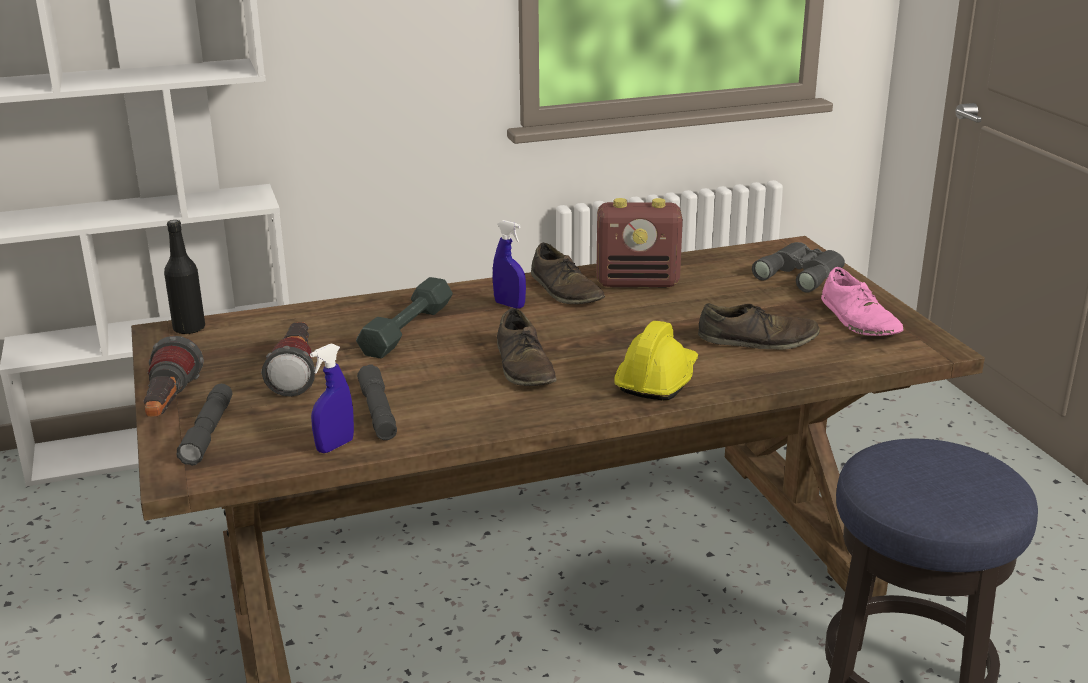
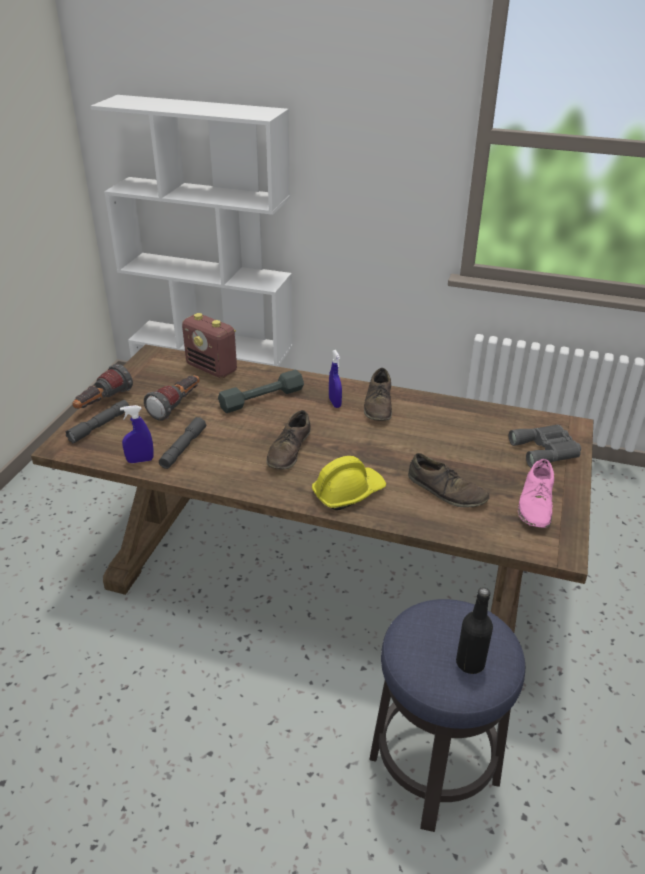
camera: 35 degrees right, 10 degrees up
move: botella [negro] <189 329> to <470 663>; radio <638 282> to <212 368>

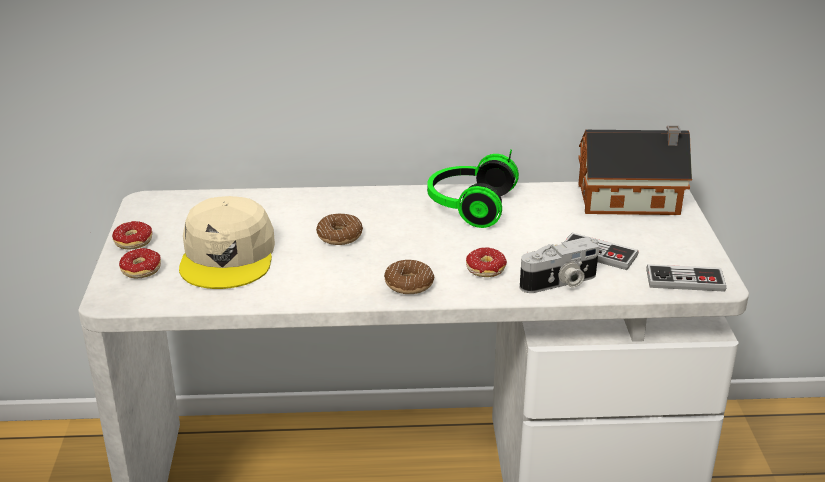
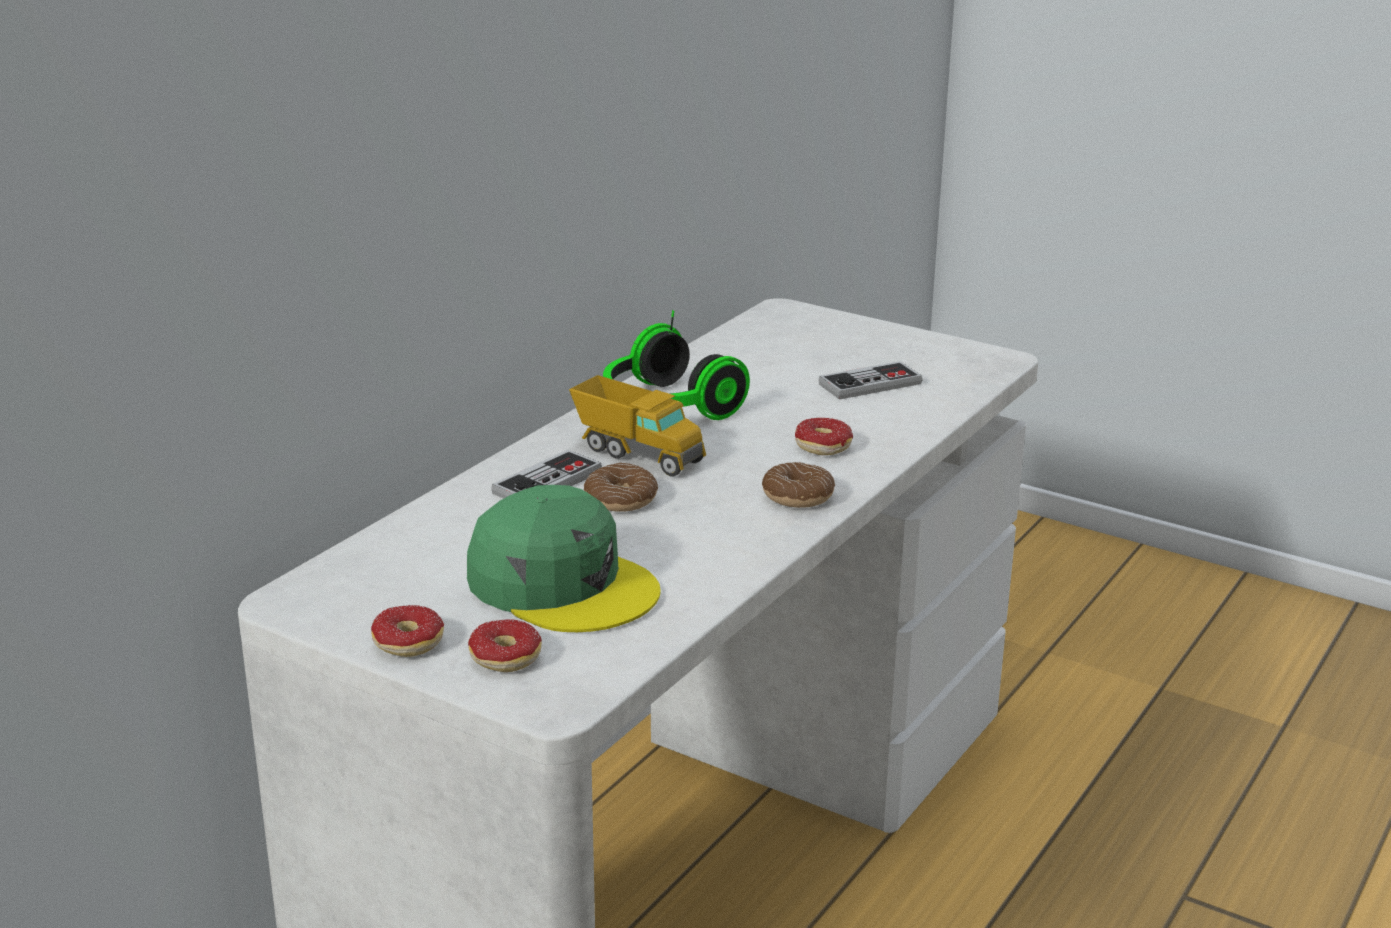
camera: 55 degrees left, 5 degrees down
delete: cámara <560 283>; casita <633 200>
insert: camión de juguete <637 454>
move: mando de consola <685 280> to <547 482>
recolor: gorra [beis] <228 256> to gorra [verde] <562 584>

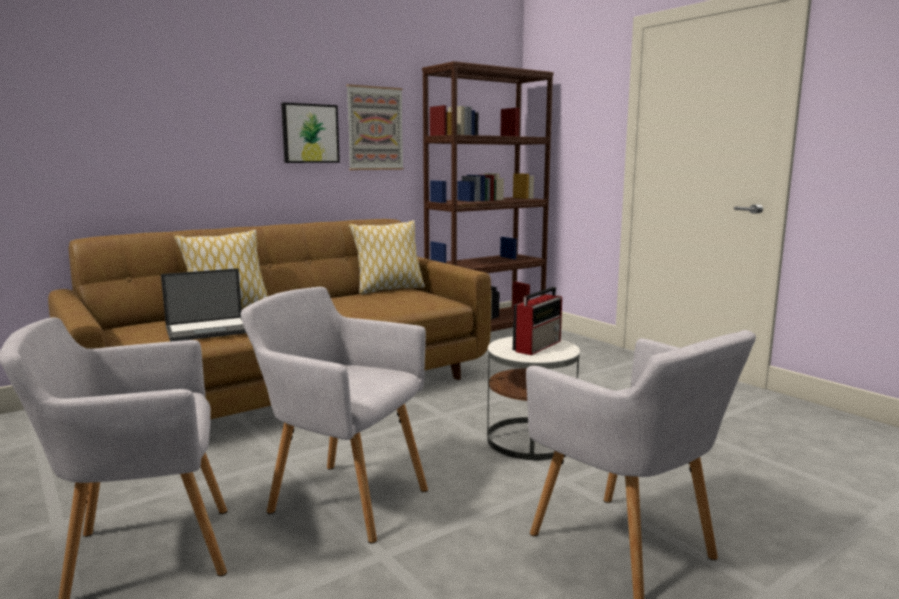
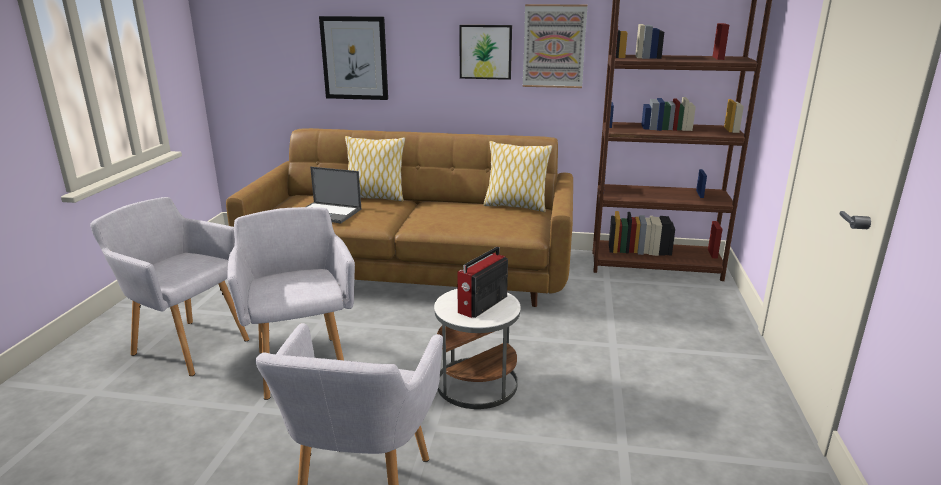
camera: 45 degrees right, 10 degrees up
insert: cuadro <354 58>
rotate: radio <538 345> = <481 305> 135 degrees clockwise

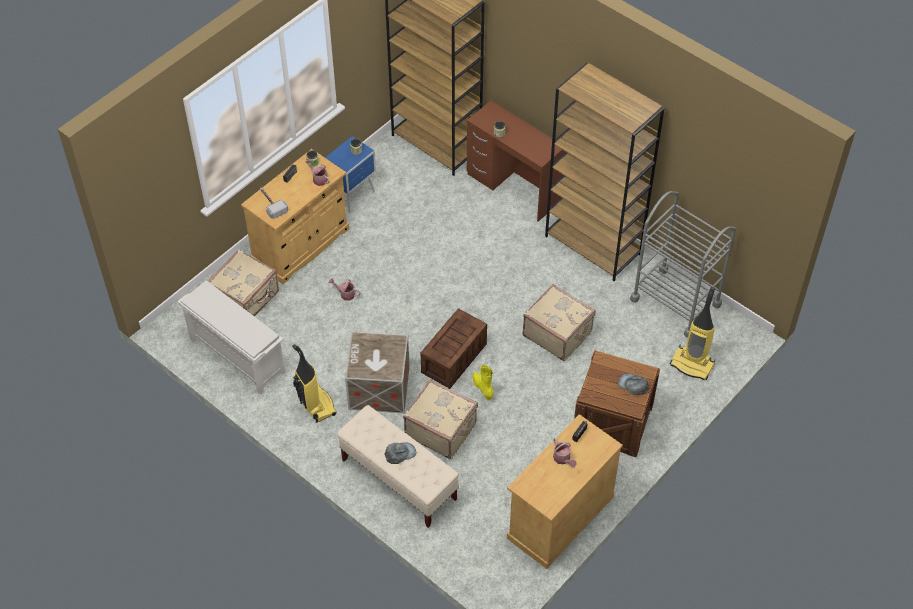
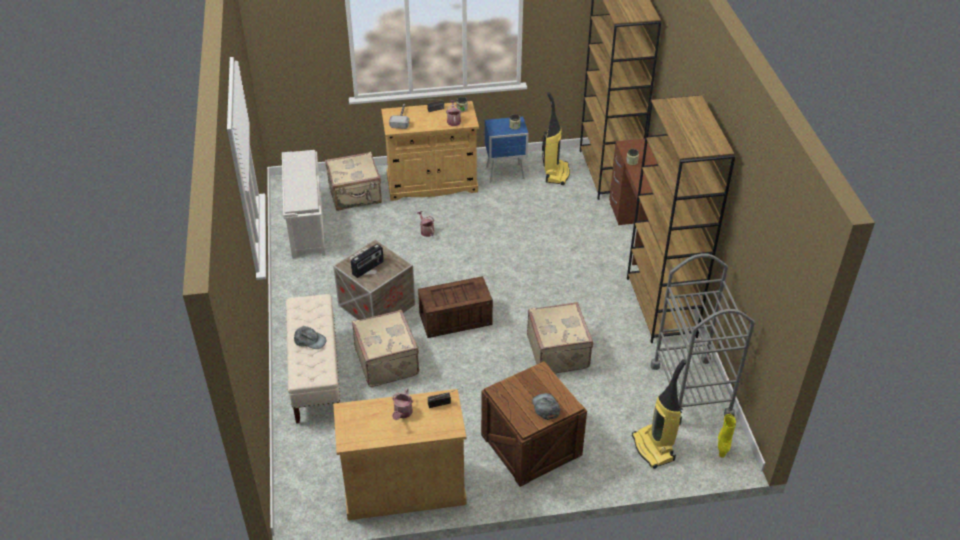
camera: 40 degrees right, 10 degrees down
insert: radio <368 268>
move: aspiradora <316 404> to <556 173>; bota [amarillo] <482 388> to <723 444>

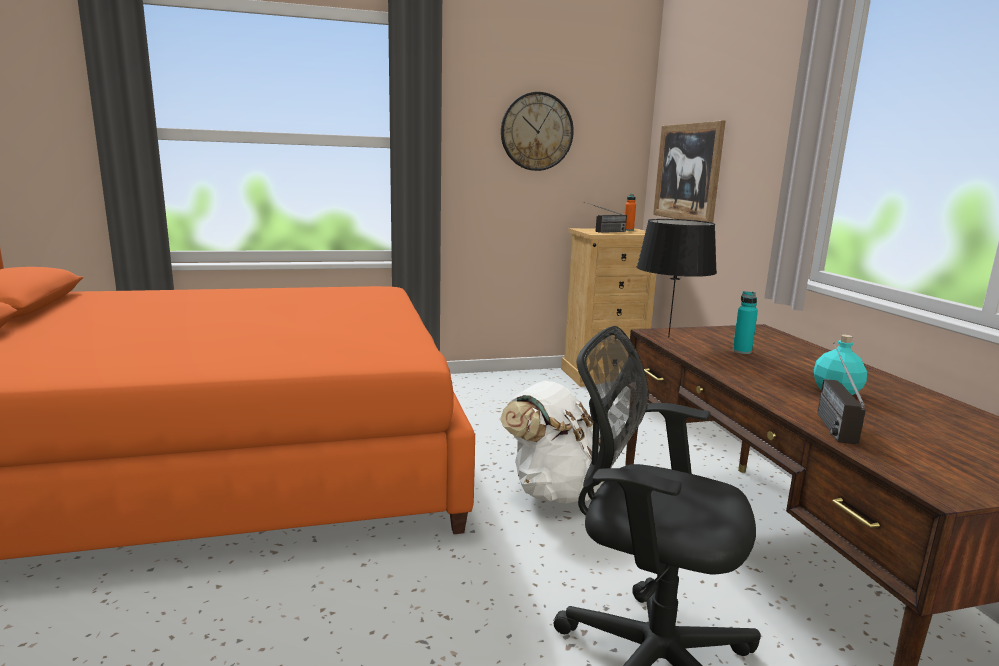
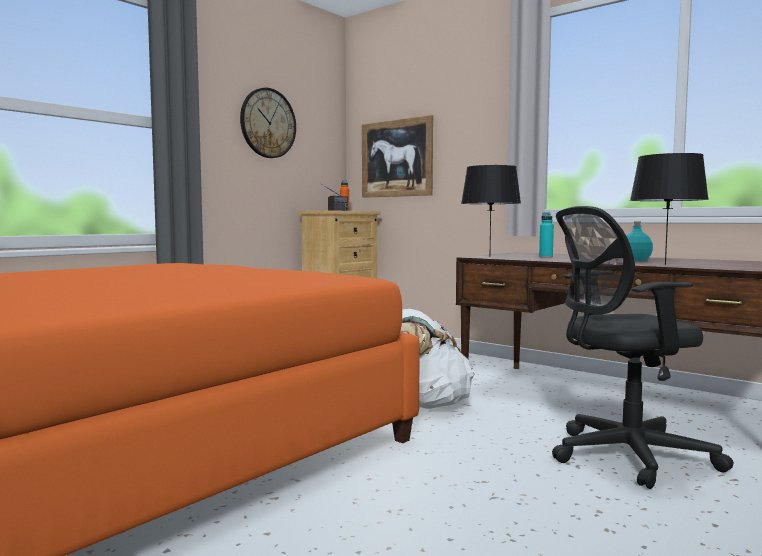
camera: 35 degrees left, 10 degrees down
replace: radio <828 419> to lámpara de mesa [negro] <665 264>

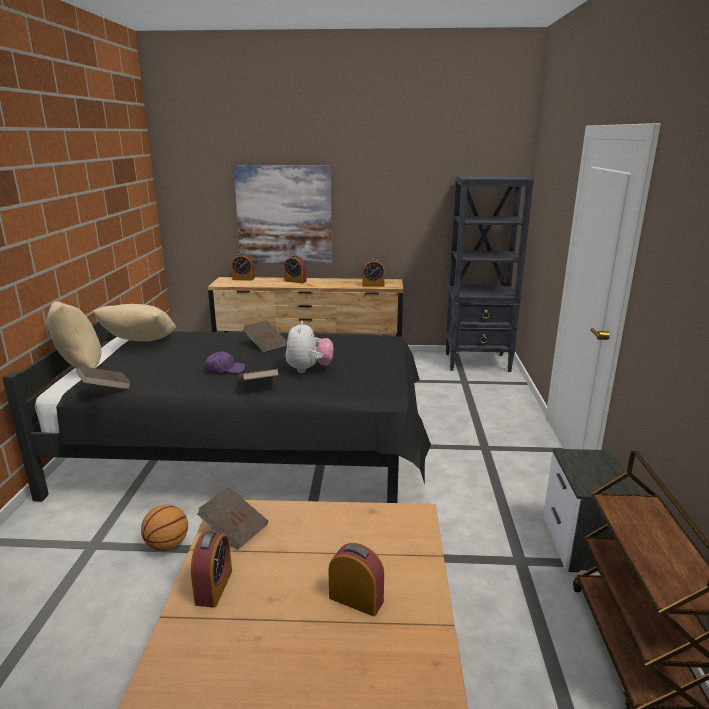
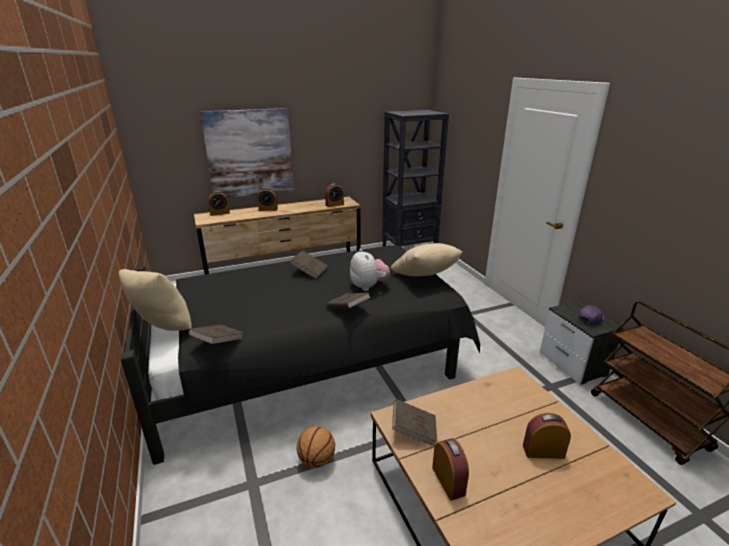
camera: 25 degrees left, 5 degrees up
move: cojín [beis] <140 344> to <425 278>; gorra [morado] <225 369> to <590 319>

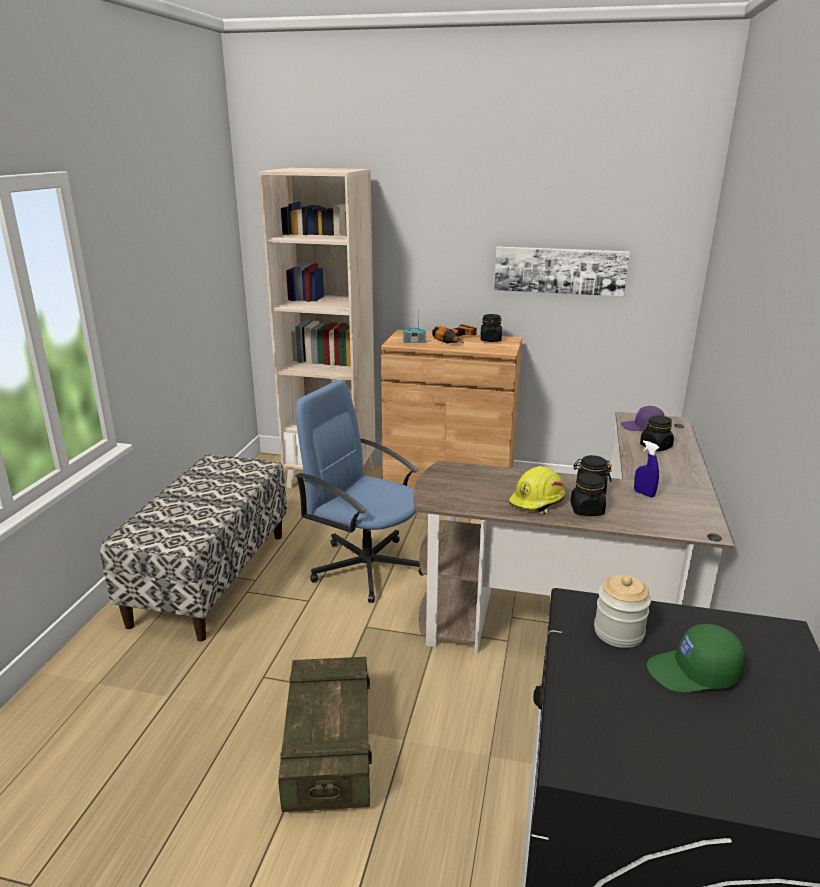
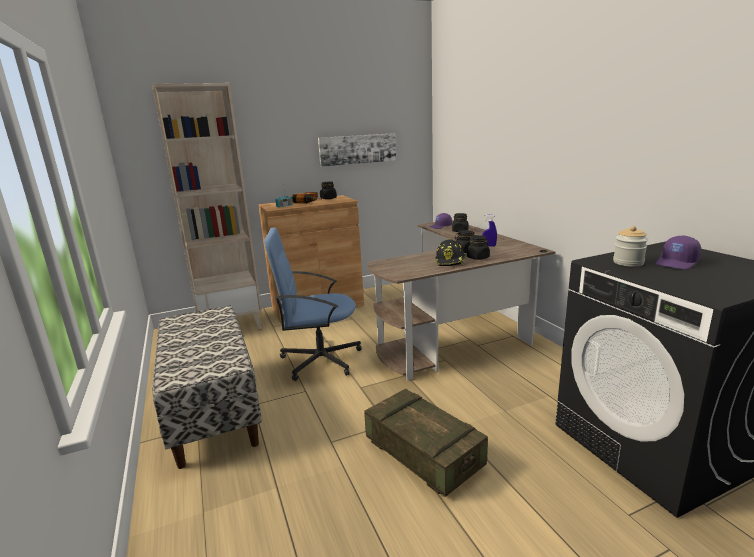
camera: 35 degrees left, 5 degrees down
recolor: casco [amarillo] <537 501> to casco [negro] <450 261>; gorra [verde] <693 673> to gorra [morado] <677 263>

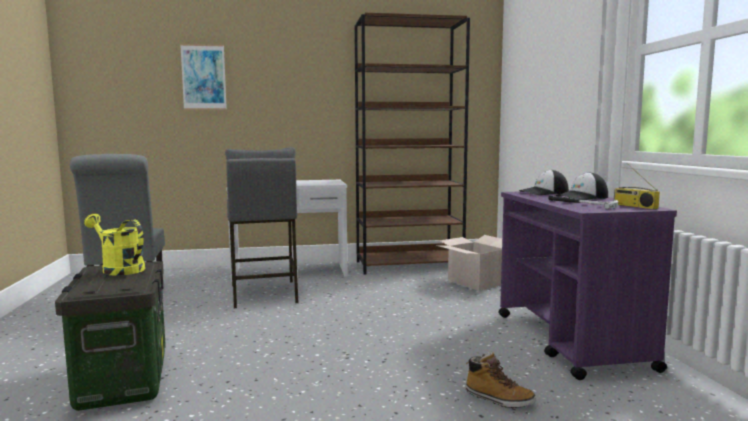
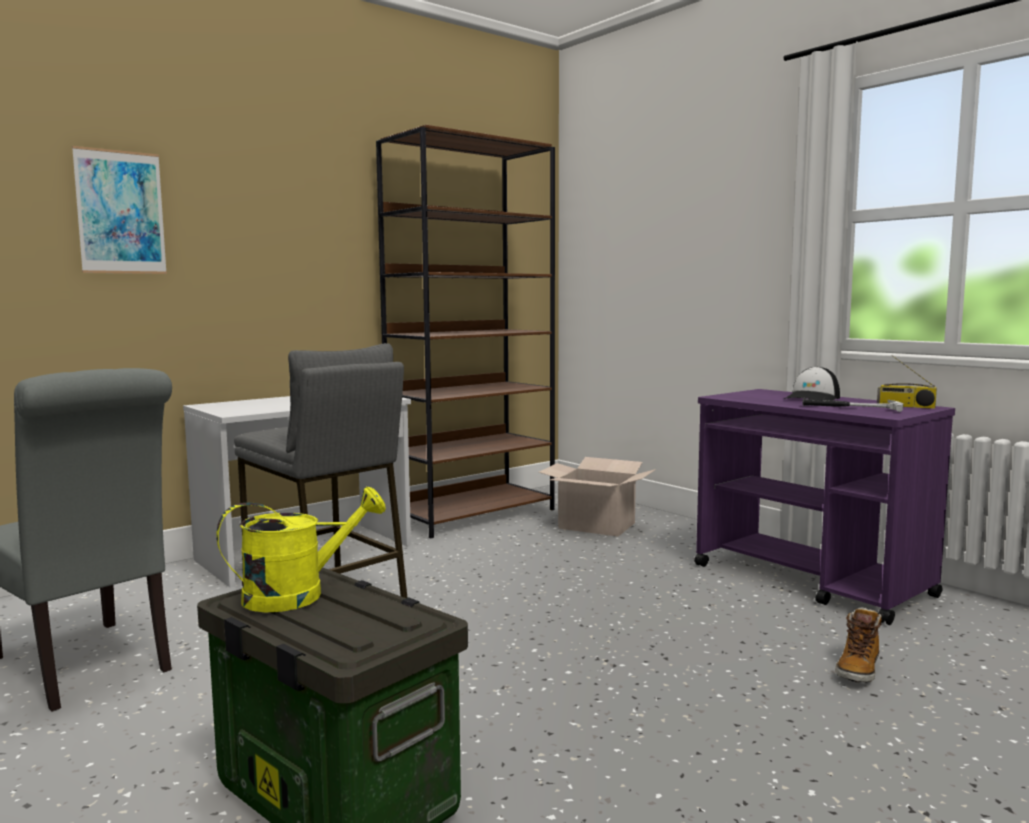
camera: 30 degrees left, 0 degrees up
delete: gorra <544 193>
rotate: regadera [amarillo] <118 269> = <298 595> 150 degrees clockwise; bota <498 399> = <858 669> 120 degrees clockwise

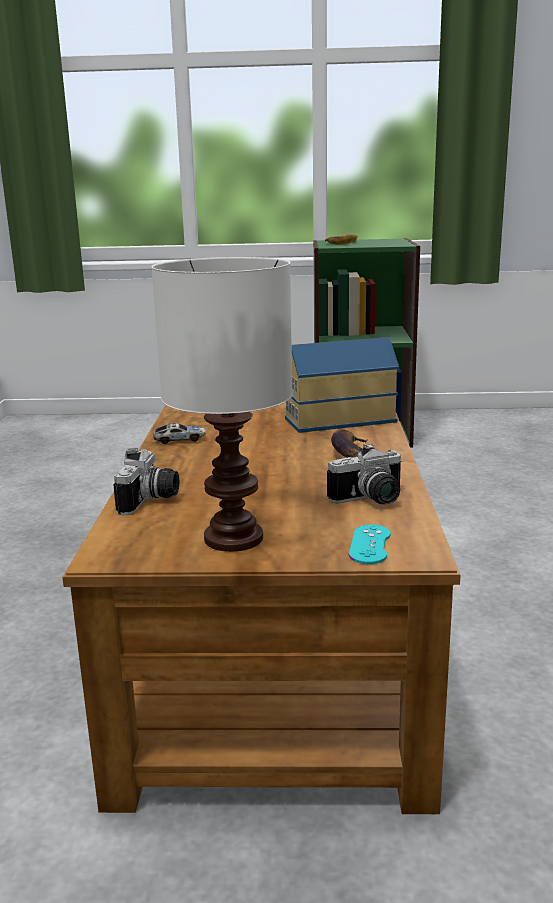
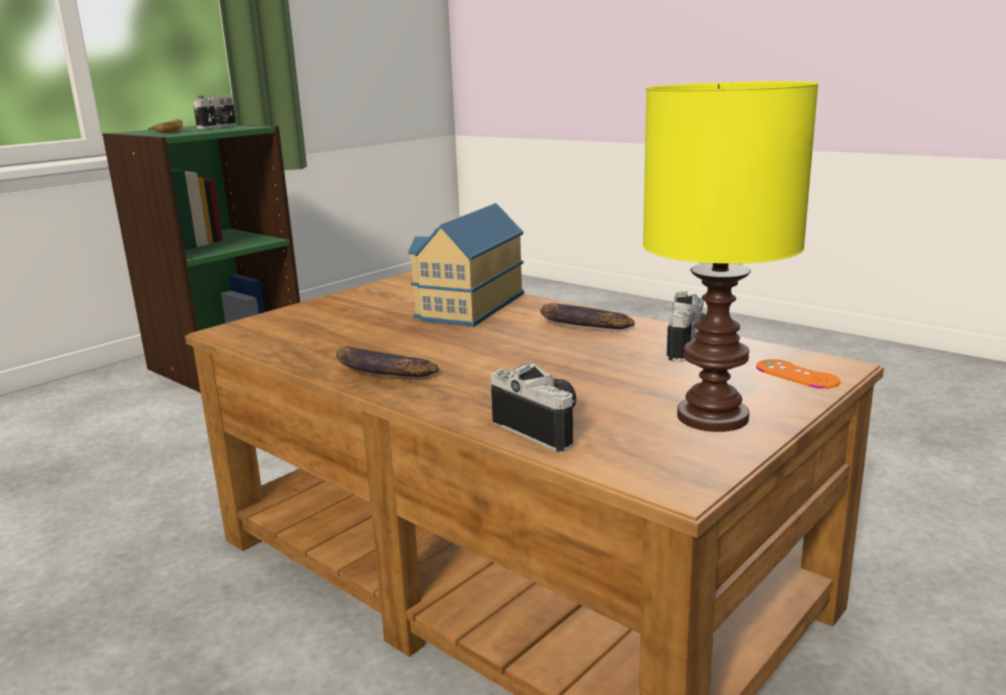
camera: 50 degrees left, 0 degrees up
insert: cámara <218 126>
replace: coche de juguete <180 440> to plátano <381 372>
recolor: lámpara de mesa [blanco] <234 539> to lámpara de mesa [amarillo] <715 417>; mando de consola [turquesa] <370 544> to mando de consola [naranja] <796 374>

